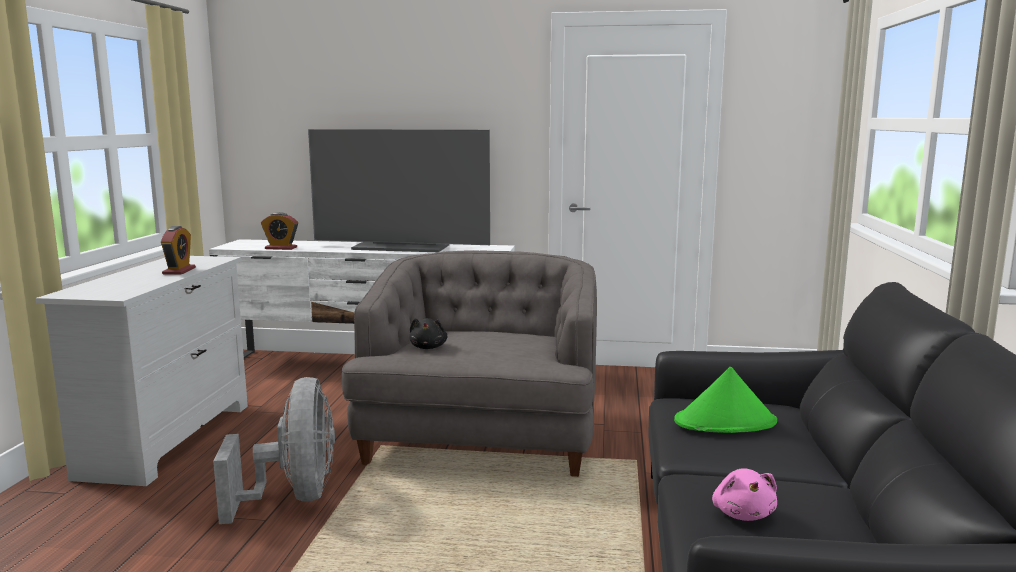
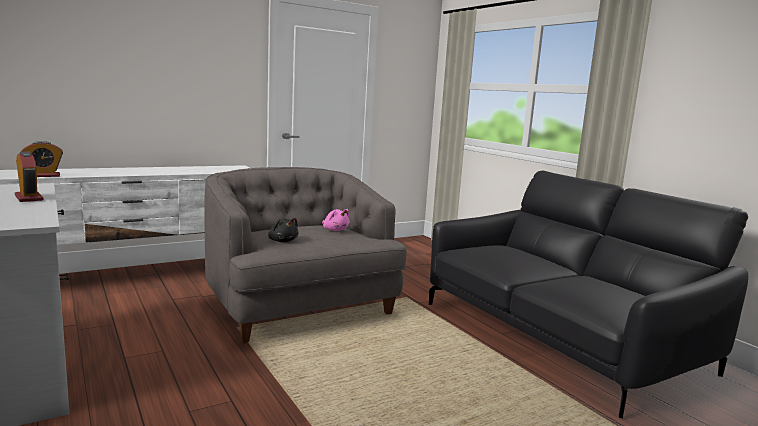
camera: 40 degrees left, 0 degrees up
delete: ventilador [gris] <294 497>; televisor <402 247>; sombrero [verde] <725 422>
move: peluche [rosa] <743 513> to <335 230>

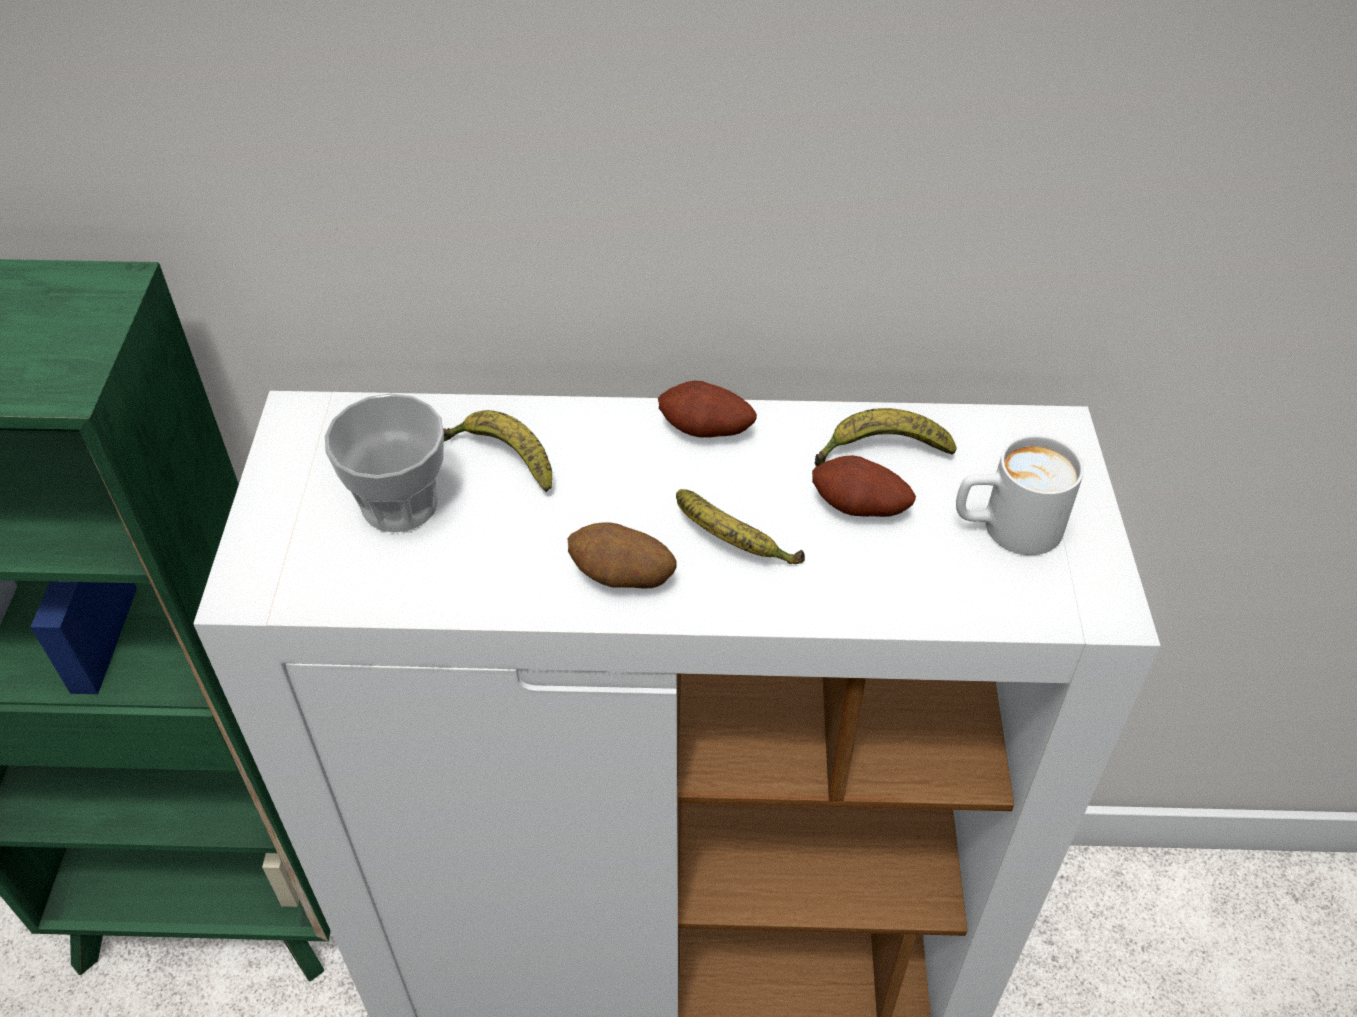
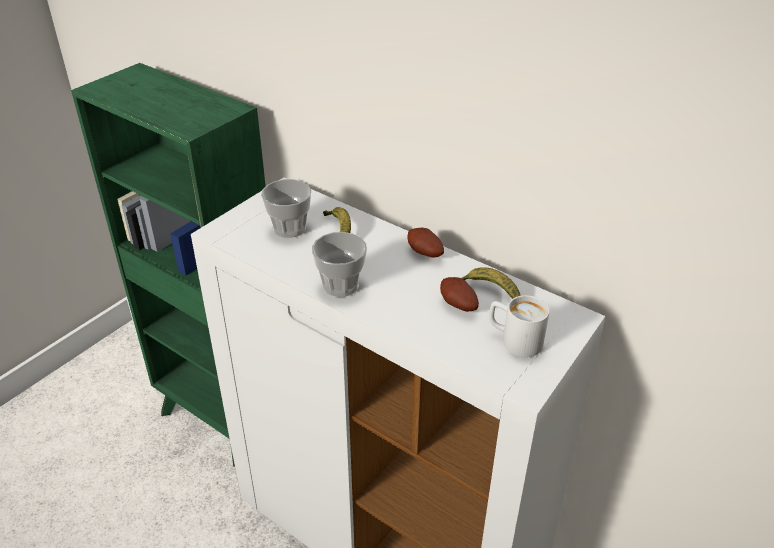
camera: 35 degrees right, 10 degrees down
delete: plátano <732 542>
replace: patata <622 578> to taza <340 285>

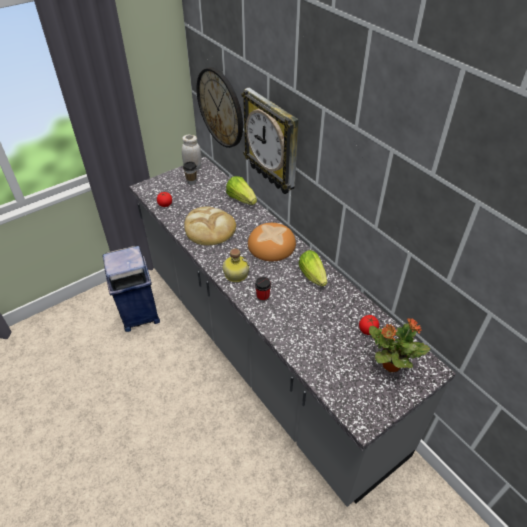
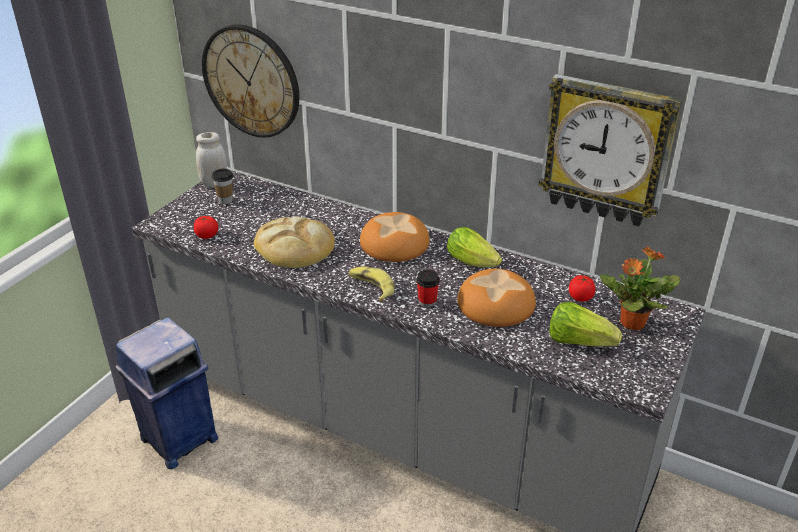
camera: 25 degrees left, 10 degrees down
insert: pan <495 304>
move: lechuga <241 199> to <578 341>; reloj de pared <272 142> to <607 151>
replace: botella <235 274> to plátano <371 287>

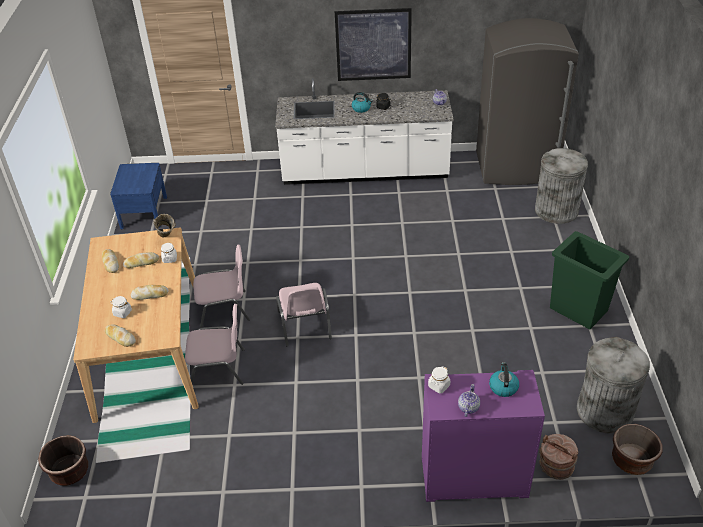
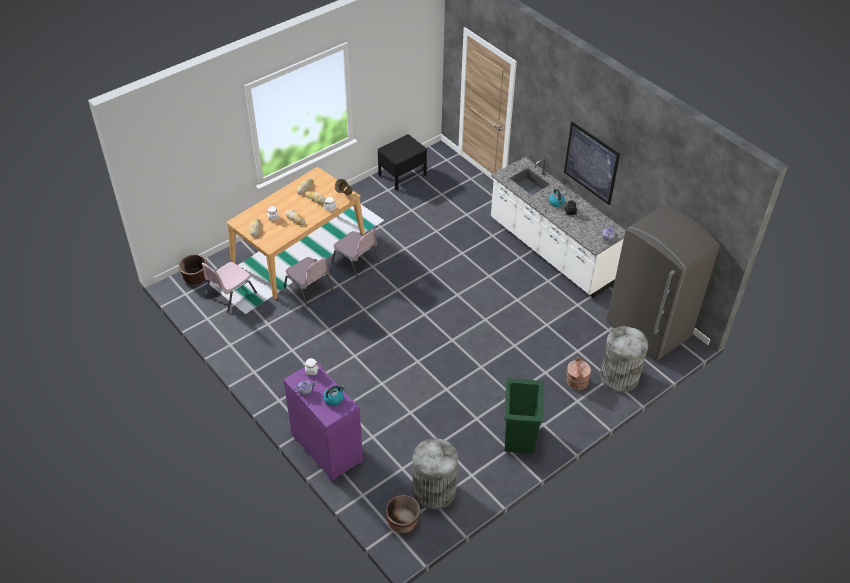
camera: 50 degrees right, 5 degrees up
move: silla [rosa] <305 325> to <230 295>; cubo [marrón] <555 467> to <576 382>
recolor: mesita de noche [azul] <144 212> to mesita de noche [negro] <402 174>

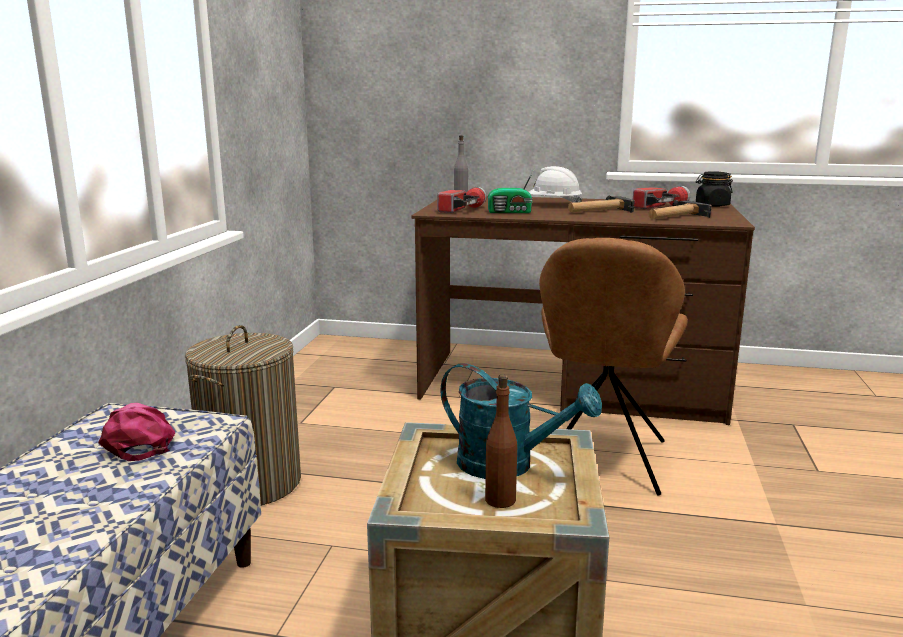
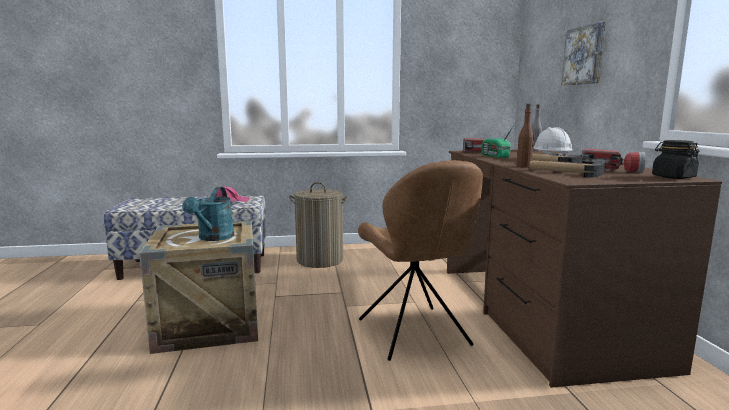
camera: 70 degrees right, 5 degrees down
insert: cuadro <585 55>
move: botella [marrón] <500 500> to <524 166>
rotate: silla [marrón] <601 462> = <414 334> 105 degrees counterclockwise

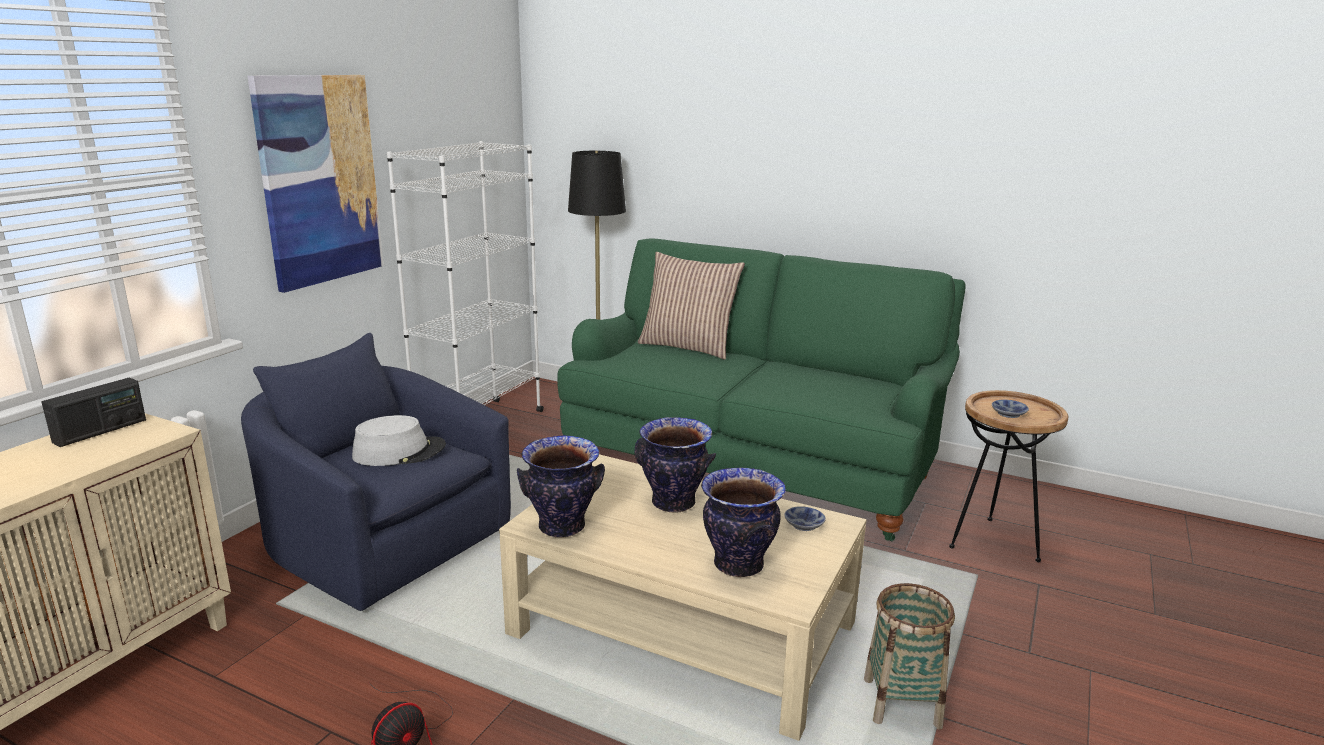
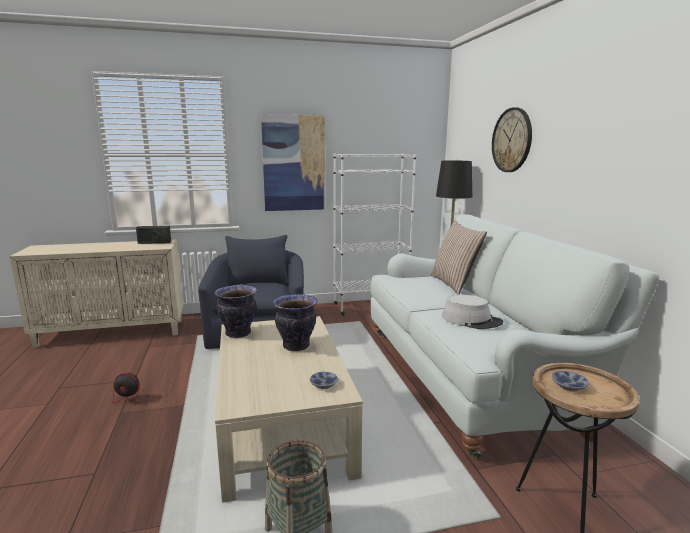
camera: 50 degrees right, 5 degrees down
delete: florero <737 565>
insert: reloj de pared <512 140>
move: sombrero [gris] <399 452> to <471 320>
recolor: sofá [verde] <753 465> to sofá [blanco] <471 376>

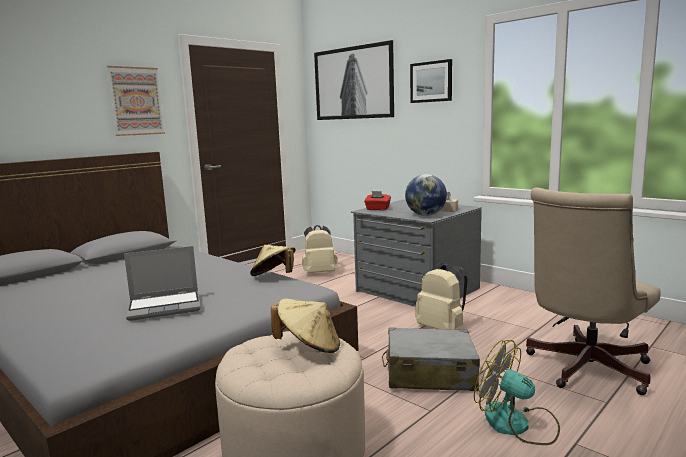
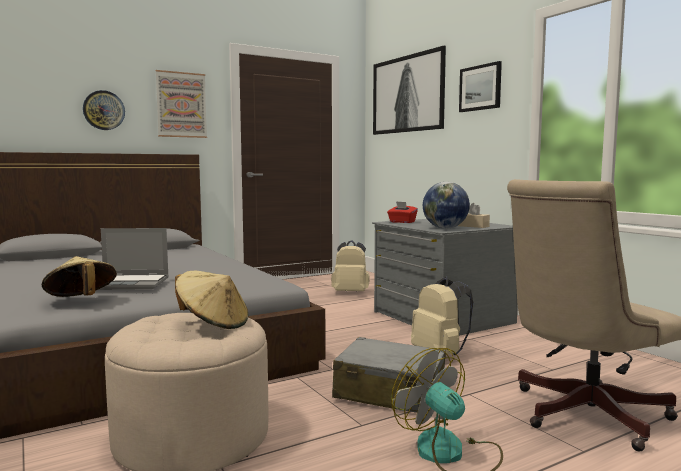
camera: 15 degrees right, 5 degrees down
insert: reloj de pared <104 110>
move: sombrero [beis] <274 277> to <81 300>

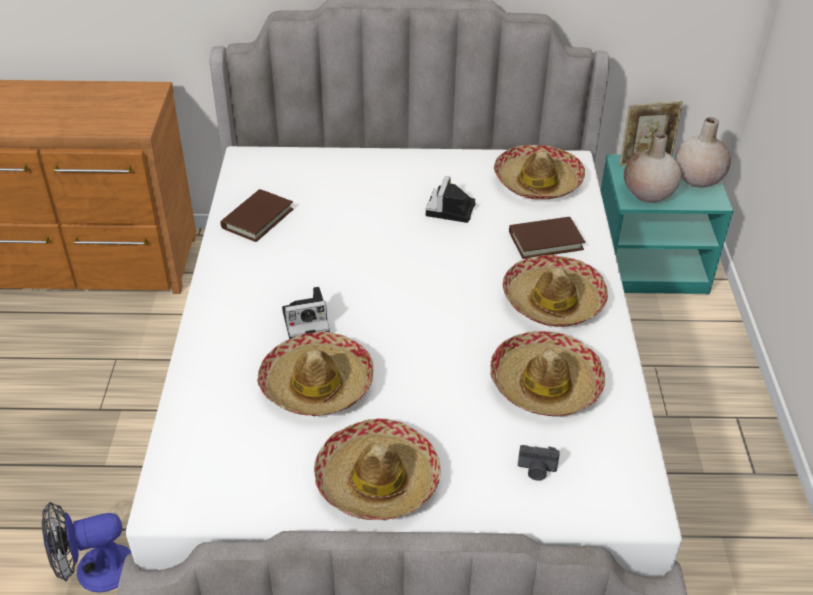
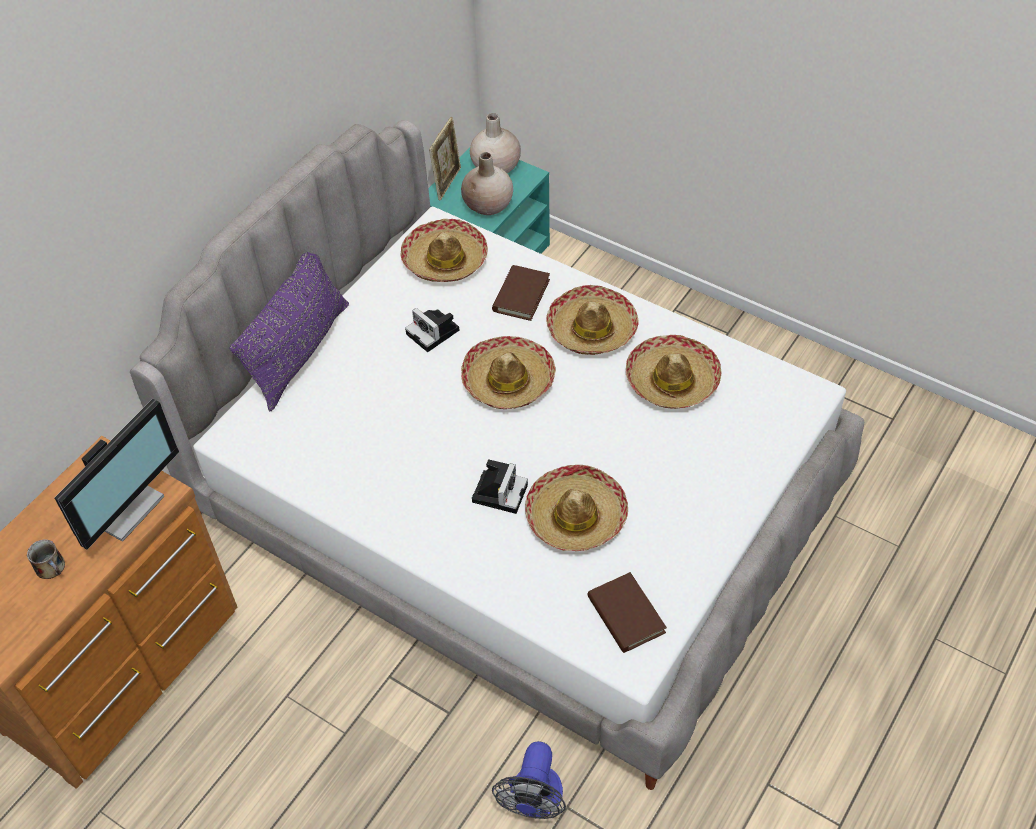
camera: 55 degrees left, 10 degrees up
delete: cámara <536 470>
insert: taza grande <52 567>; monitor <124 506>; cojín [morado] <300 353>
move: libro [marrón] <257 218> to <626 615>; sombrero <377 481> to <508 381>

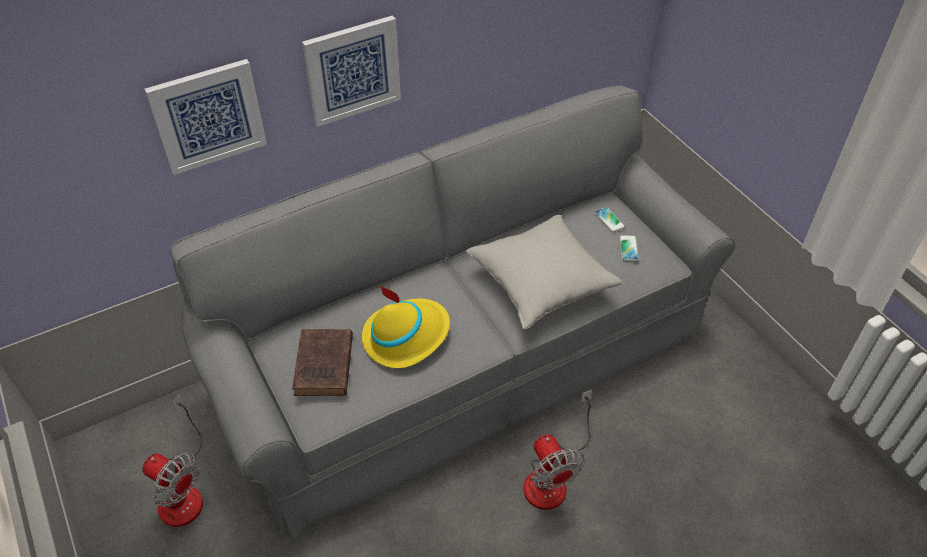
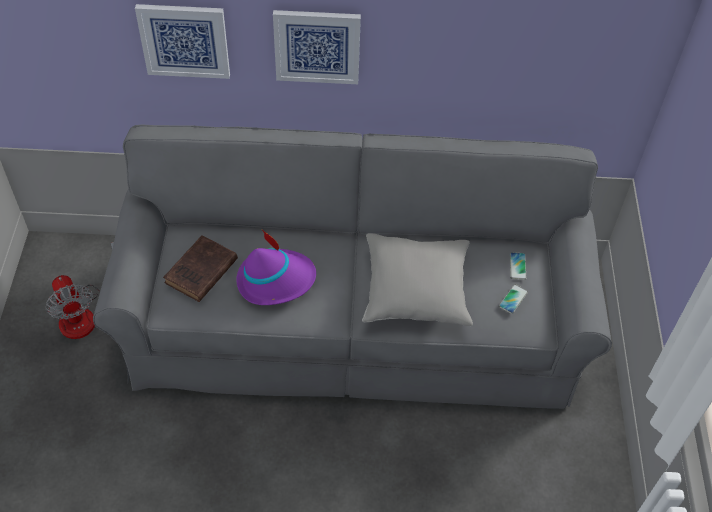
camera: 30 degrees right, 5 degrees up
delete: ventilador <552 476>
recolor: sombrero [amarillo] <406 336> to sombrero [morado] <276 280>

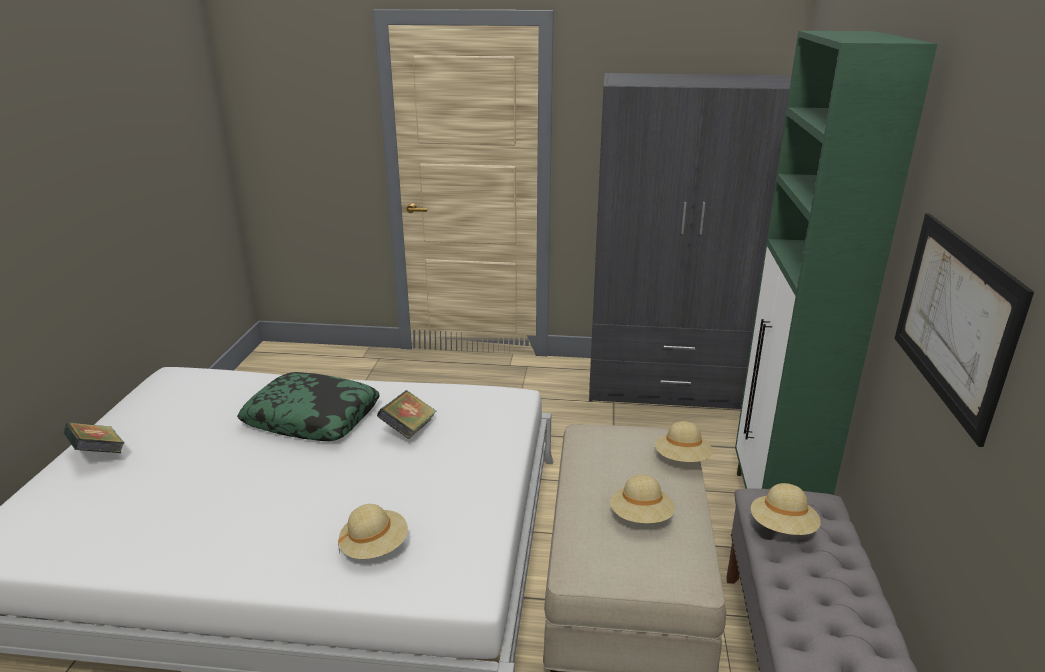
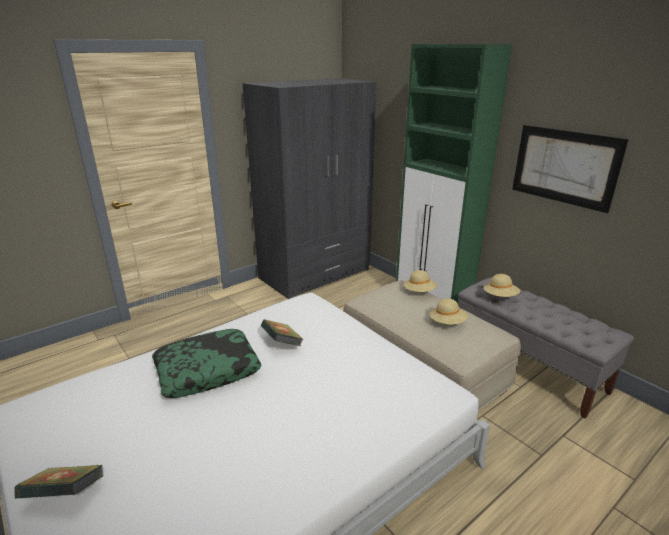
camera: 45 degrees left, 0 degrees up
delete: sombrero [beis] <374 547>

